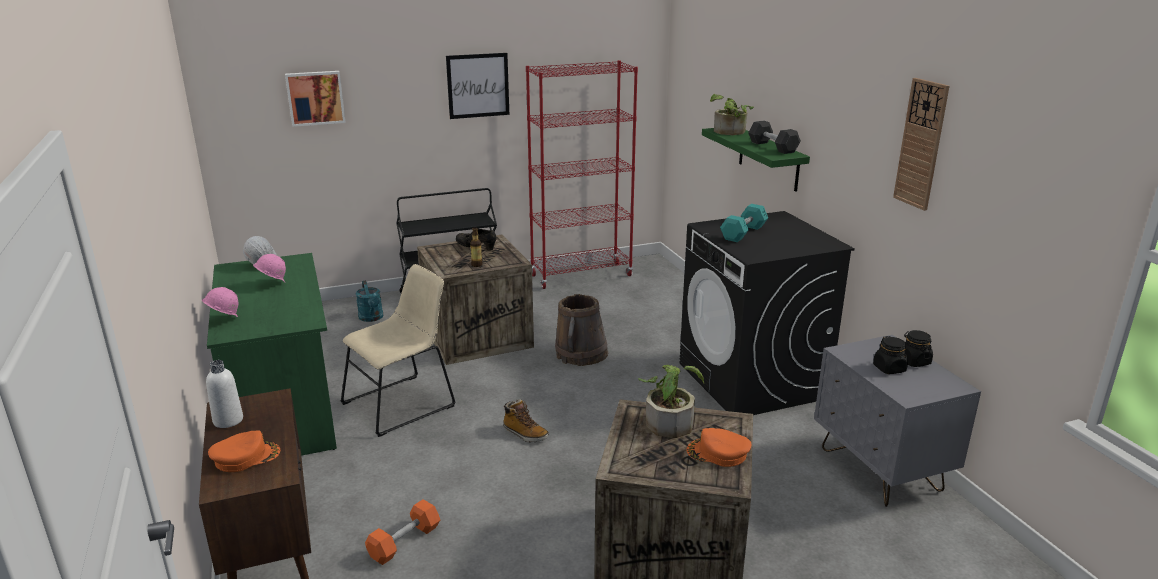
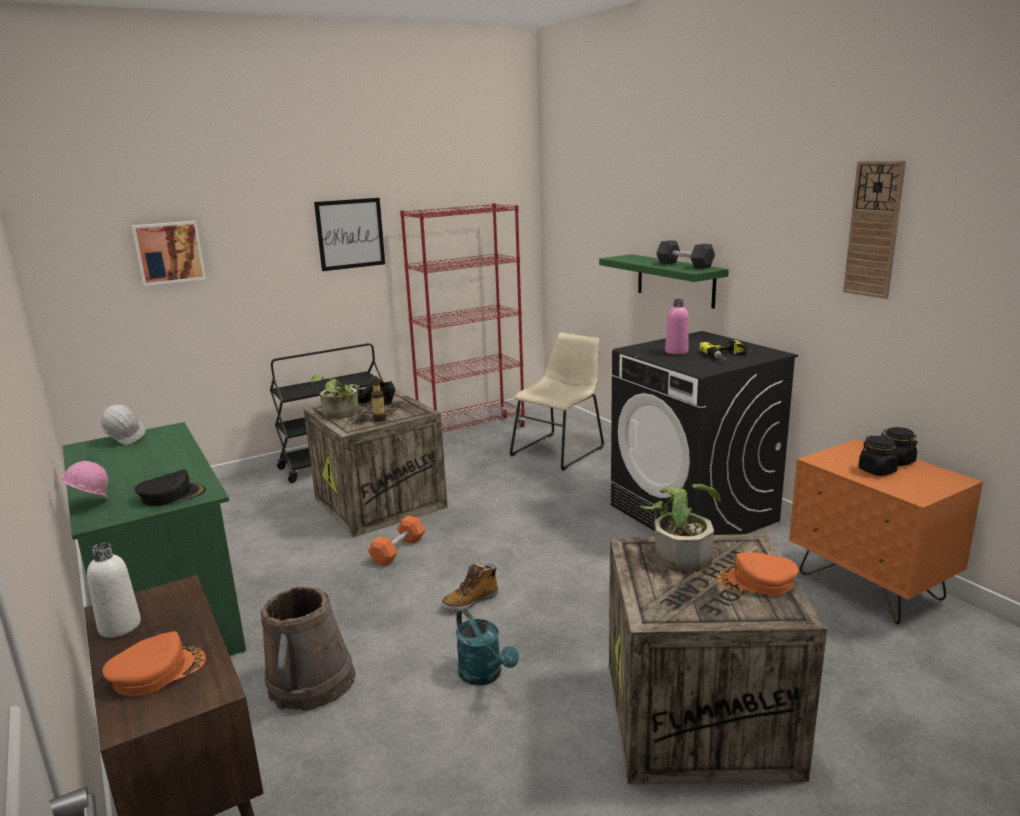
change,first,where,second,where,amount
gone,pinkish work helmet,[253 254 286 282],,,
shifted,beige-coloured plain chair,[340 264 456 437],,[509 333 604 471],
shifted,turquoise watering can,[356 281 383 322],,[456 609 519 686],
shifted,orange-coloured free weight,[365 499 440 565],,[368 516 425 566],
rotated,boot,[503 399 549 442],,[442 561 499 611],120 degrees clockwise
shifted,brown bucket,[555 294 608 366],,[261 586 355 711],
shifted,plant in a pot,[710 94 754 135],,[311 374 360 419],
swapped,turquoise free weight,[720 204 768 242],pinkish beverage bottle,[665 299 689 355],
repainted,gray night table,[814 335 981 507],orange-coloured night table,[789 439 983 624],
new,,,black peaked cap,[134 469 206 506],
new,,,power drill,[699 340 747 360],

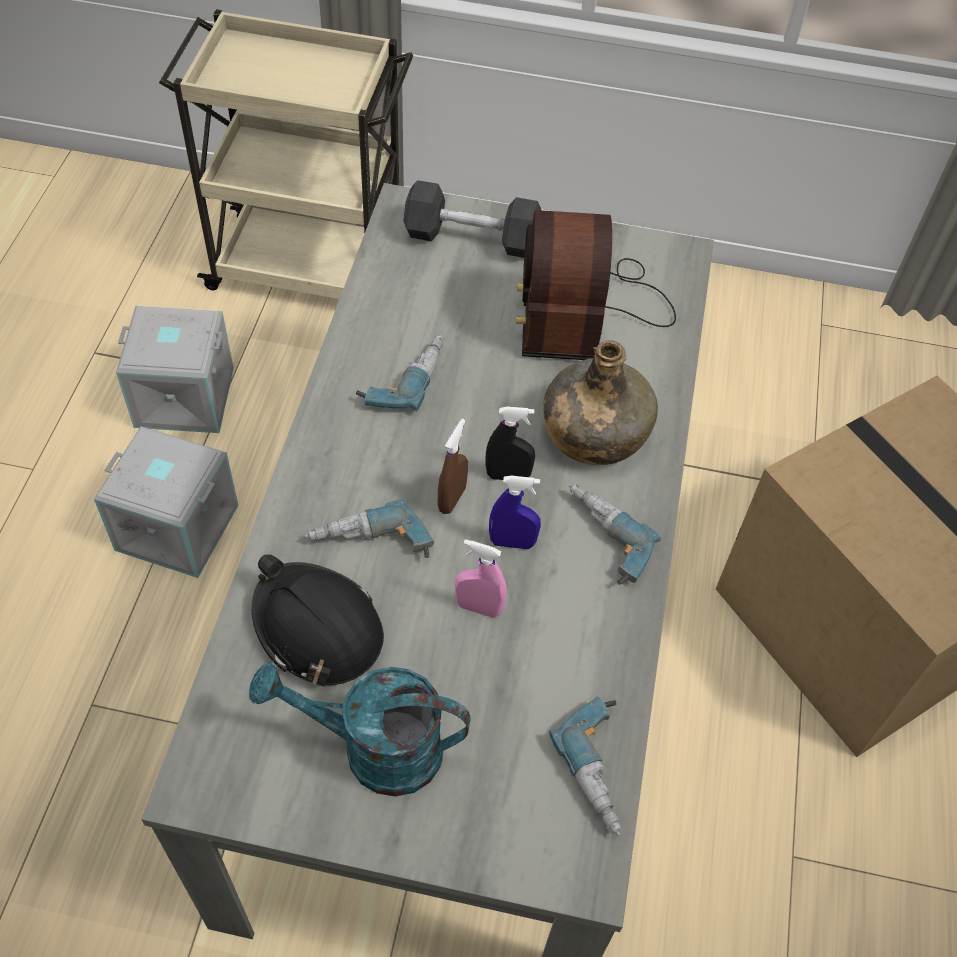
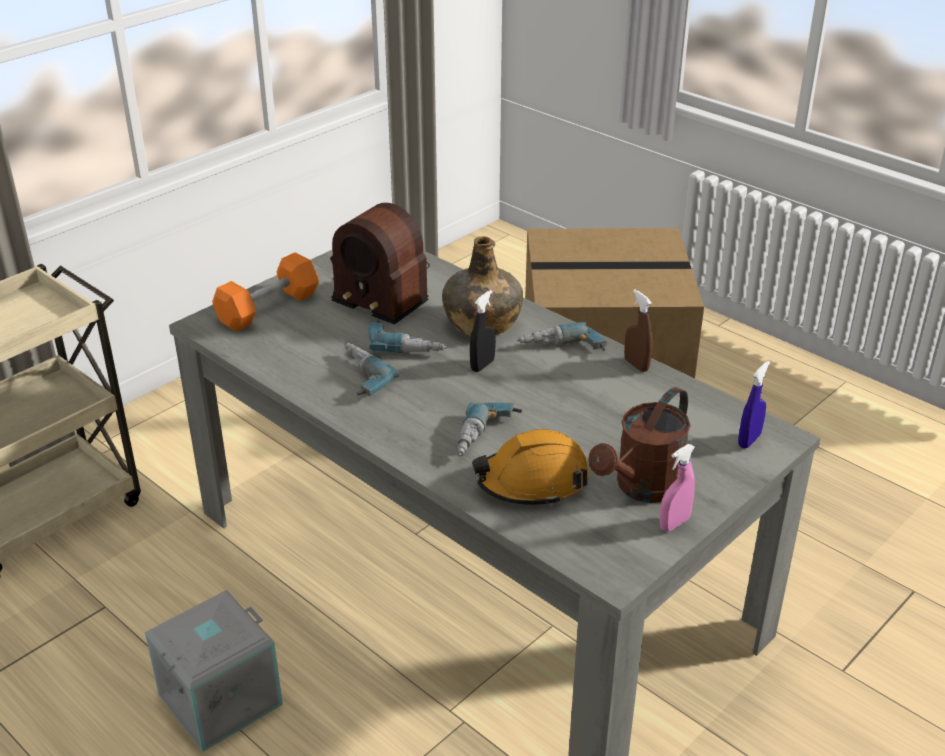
change,first,where,second,where,amount
gone,gray storage container,[116 306 234 433],,,
repainted,turquoise watering can,[249 662 470 797],brown watering can,[588 387 691 503],
repainted,black work helmet,[252 554 384 687],orange-coloured work helmet,[472 429 589 506],
repainted,gray free weight,[403 180 541 258],orange-coloured free weight,[212 252 319 332],
shifted,brown spray bottle,[438 419 468 514],,[624 289 653 372],
shifted,pinkish spray bottle,[455 539 507 618],,[659 444 695 531],
shifted,bluish spray bottle,[489 476 541 549],,[738 361 770 448],
shifted,power drill,[549 697 621 836],,[369 320 447 353],

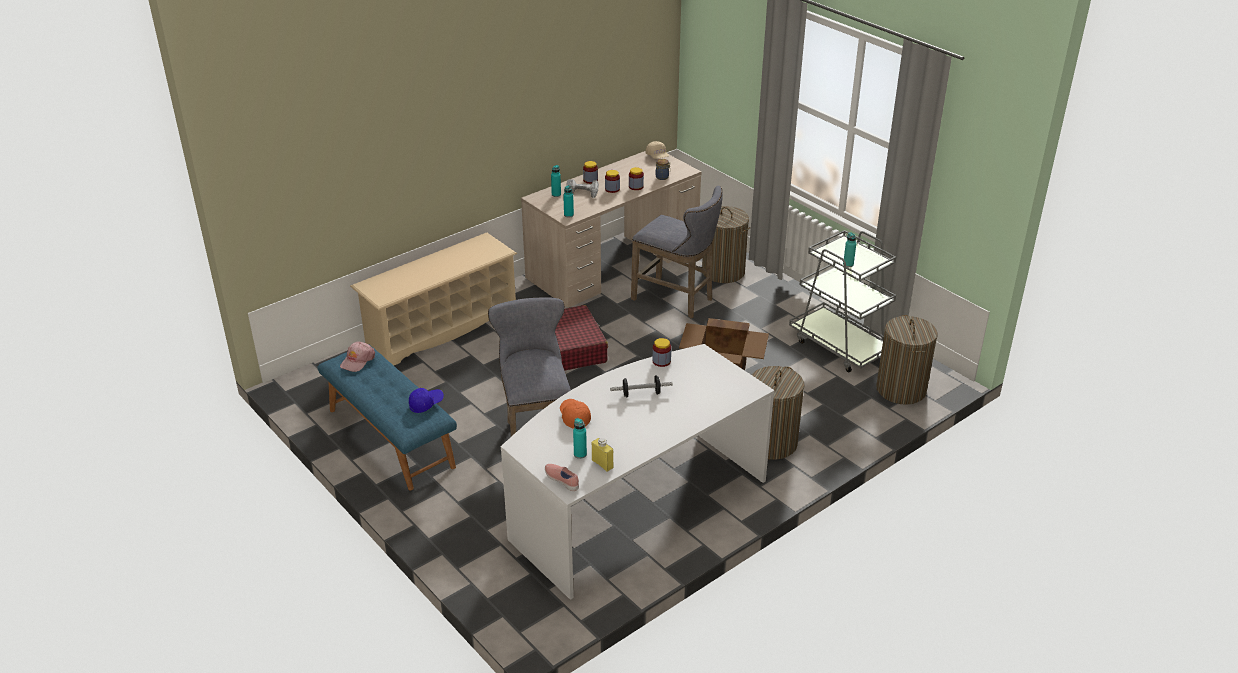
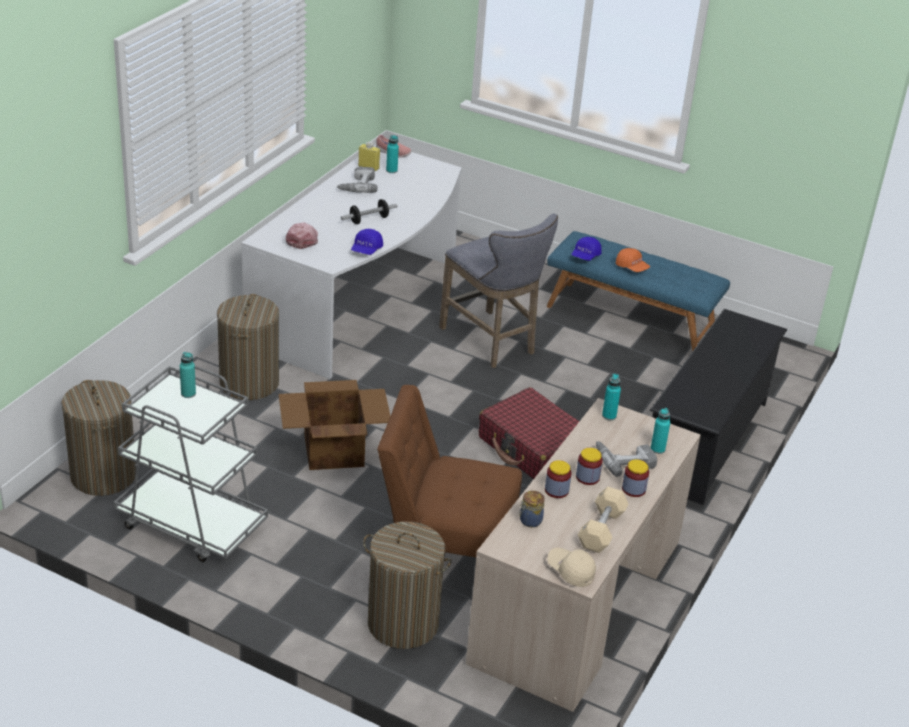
change,first,where,second,where,amount
shifted,pinkish peaked cap,[340 342 375 372],,[286 222 318 249],
repainted,beige-coloured shoe rack,[350 233 517 365],black shoe rack,[650 309 787 505],
shifted,orange-coloured peaked cap,[560 399 591 429],,[616 248 650 272],
swapped,gray sitting stool,[631 186 723 319],brown plain chair,[377 385 522 557],
swapped,preserve jar,[653 338 671 367],bluish peaked cap,[351 229 383 255],
new,,,power drill,[336 167 378 193],
new,,,beige-coloured free weight,[578 486 628 553],

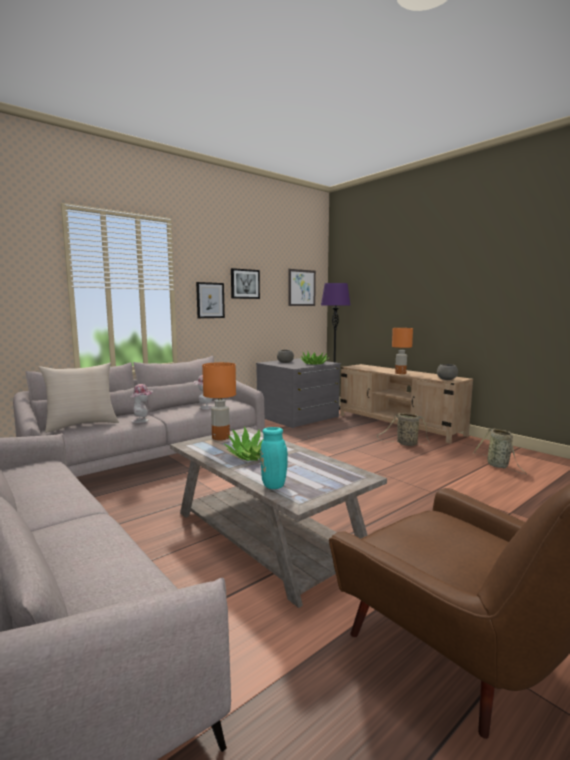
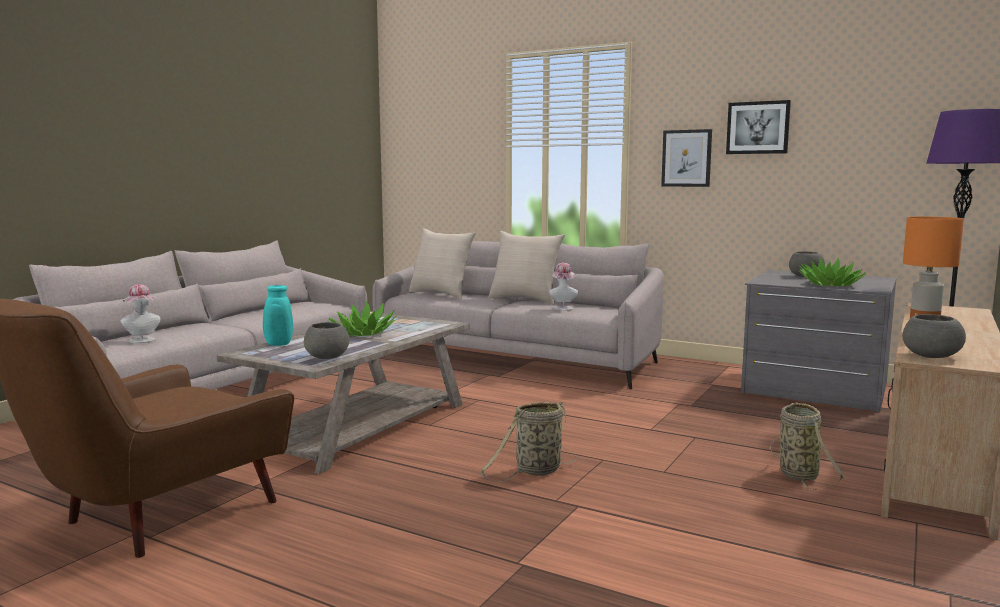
change,first,where,second,where,amount
shifted,wearable hat,[131 384 153 423],,[120 284 161 343],
gone,orange-coloured tabletop lamp,[202 362 236 440],,,
gone,wall picture,[289 269 316 306],,,
shifted,basket,[473 428 527 474],,[480 402 577 482],
new,,,gray serving bowl,[304 322 350 359],
new,,,beige-coloured cushion,[488 231 565 304],

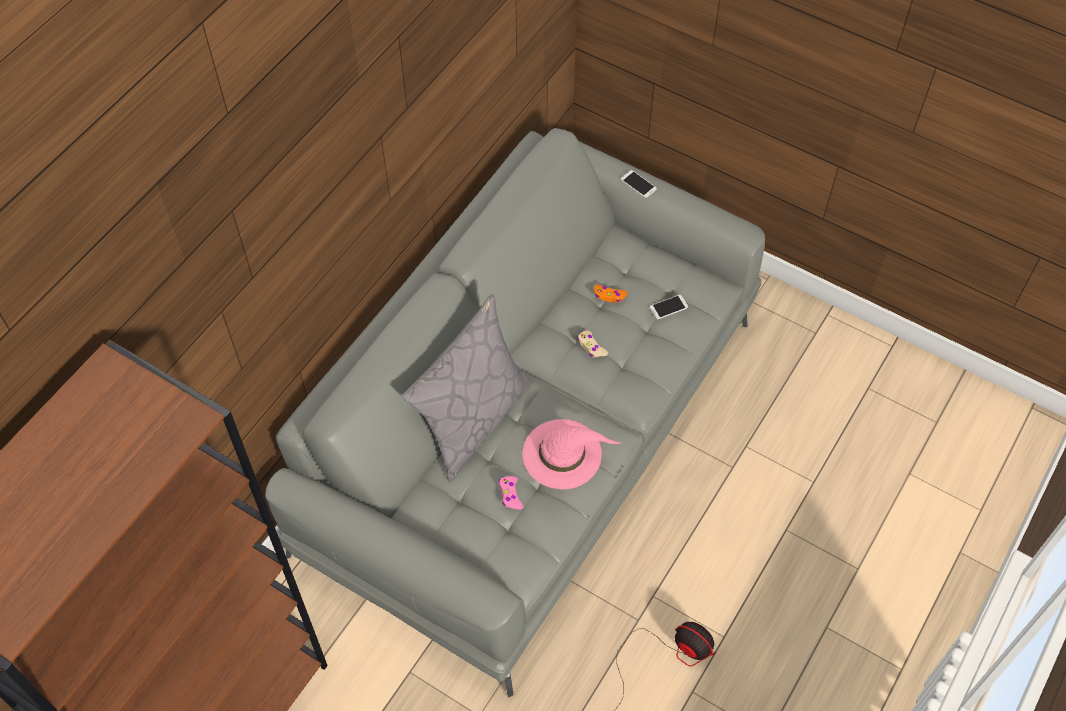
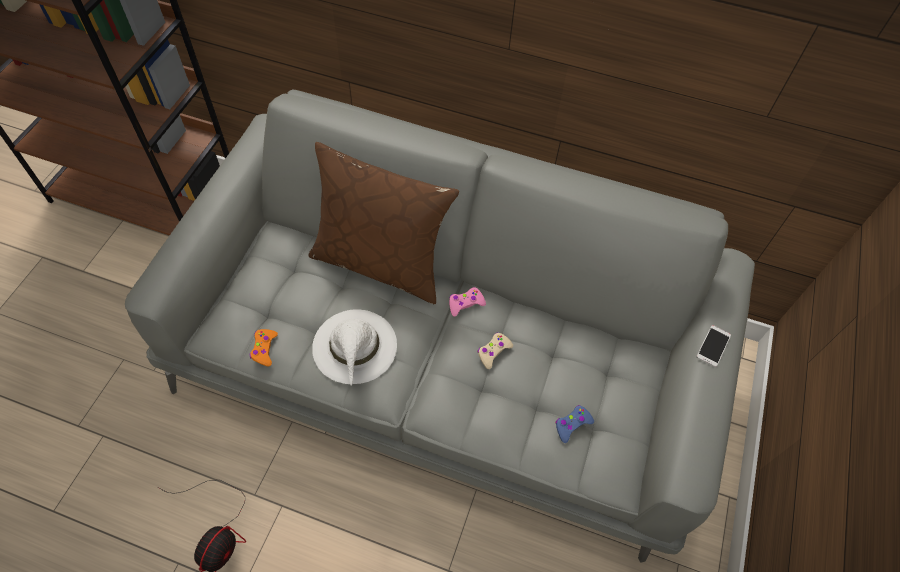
change,first,where,second,where,amount
repainted,gray cushion,[402 294 532 482],brown cushion,[308 142 459 305],
shifted,pinkish joypad,[499 476 523 510],,[449 287 486 317],
repainted,pinkish wearable hat,[522 419 621 489],whitish wearable hat,[312 309 397 385],
shifted,orange-coloured joypad,[594 285 628 302],,[250 329 278 366],
swapped,handset,[650 295 688 319],bluish joypad,[556 405 594 443],

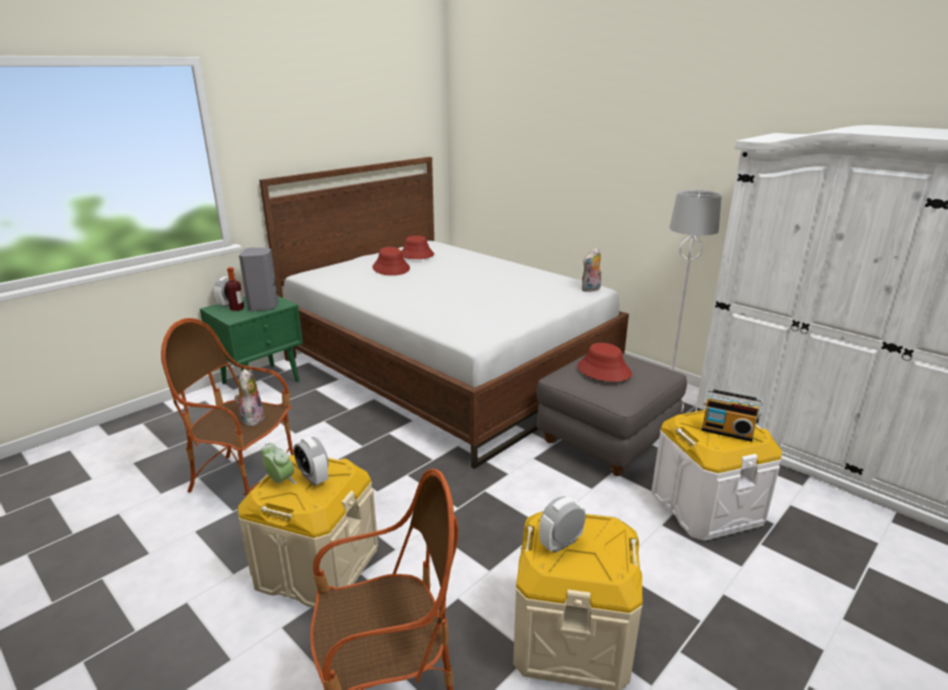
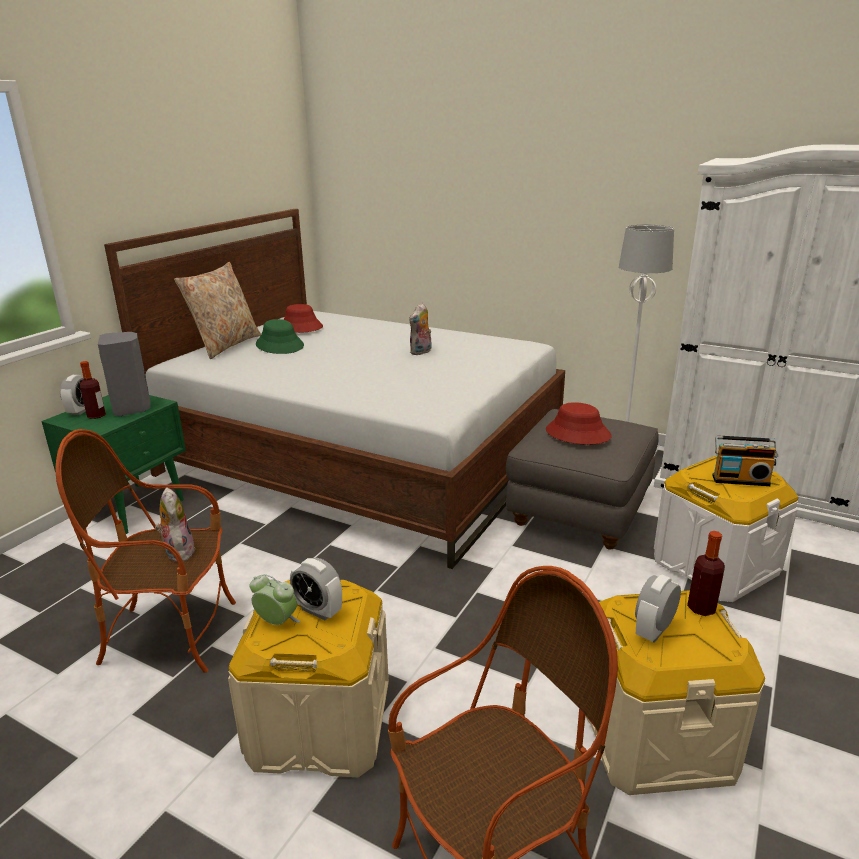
change,first,where,second,where,amount
repainted,red wearable hat,[372 247 410 276],green wearable hat,[256 319 304 354],
shifted,cuddly toy,[582 248 602 292],,[409 303 432 355],
new,,,beige-coloured cushion,[174 262 261 359],
new,,,beverage bottle,[687 531 725 616],

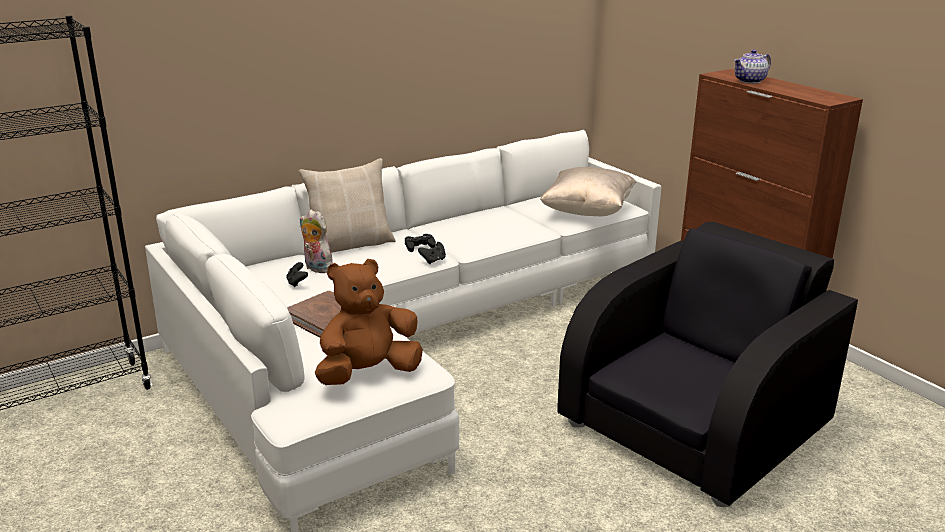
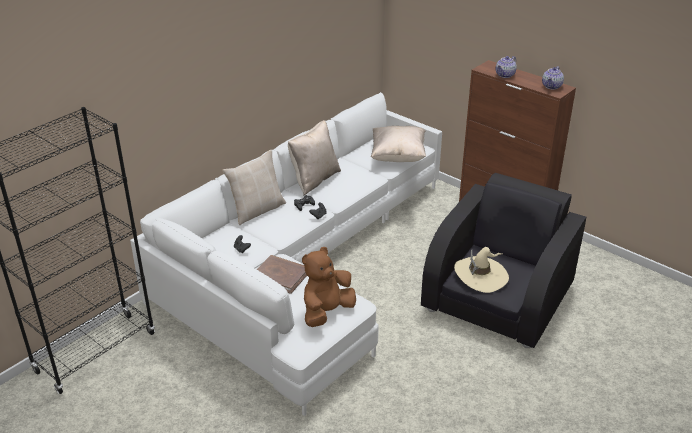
change,first,where,second,where,amount
gone,cuddly toy,[300 210 333 273],,,
new,,,beige-coloured cushion,[288 120 341 196],
new,,,beige-coloured wearable hat,[454 247 509 293],
new,,,pot for tea,[542 66 564 90],

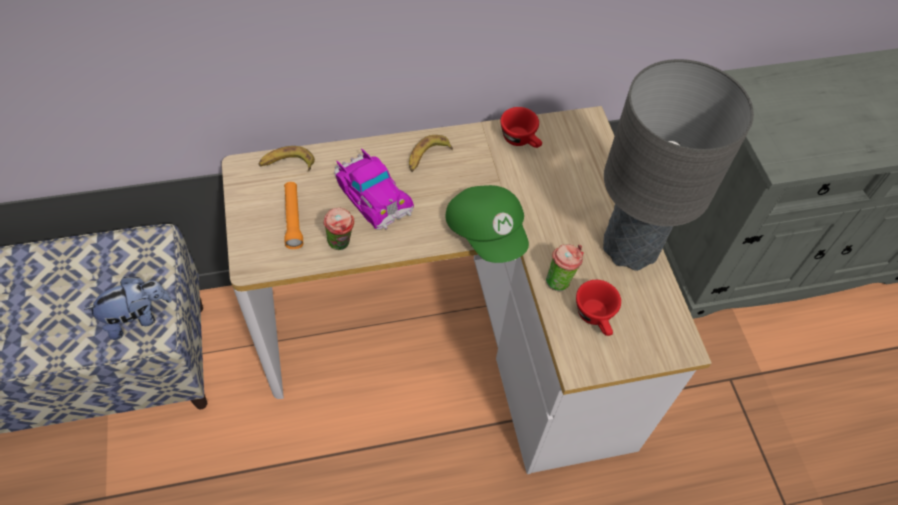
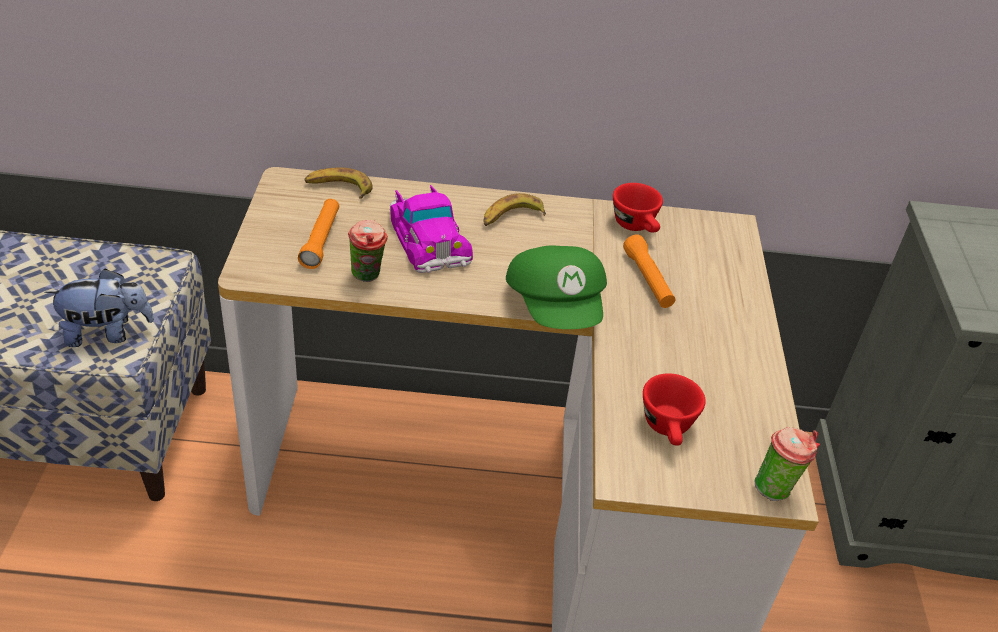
change,first,where,second,where,amount
shifted,drinking cup,[546 245 584 291],,[755 427 820 501],
gone,gray tabletop lamp,[603 59 754 271],,,
new,,,orange-coloured torch,[623 234 675 308],

